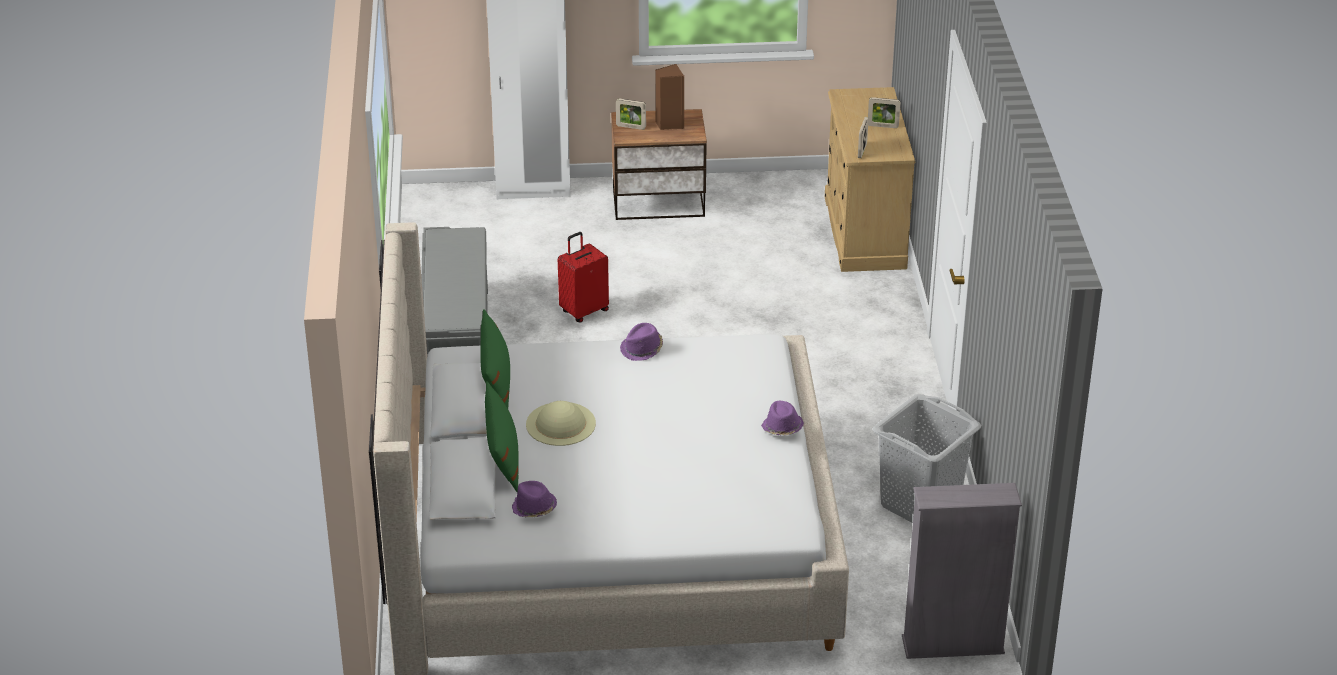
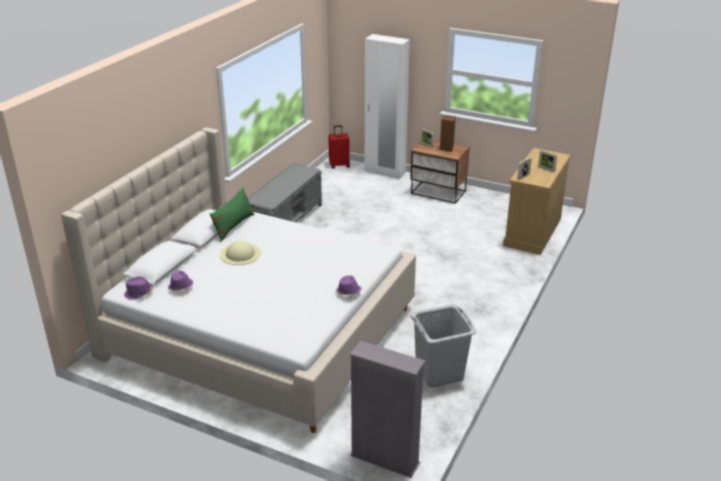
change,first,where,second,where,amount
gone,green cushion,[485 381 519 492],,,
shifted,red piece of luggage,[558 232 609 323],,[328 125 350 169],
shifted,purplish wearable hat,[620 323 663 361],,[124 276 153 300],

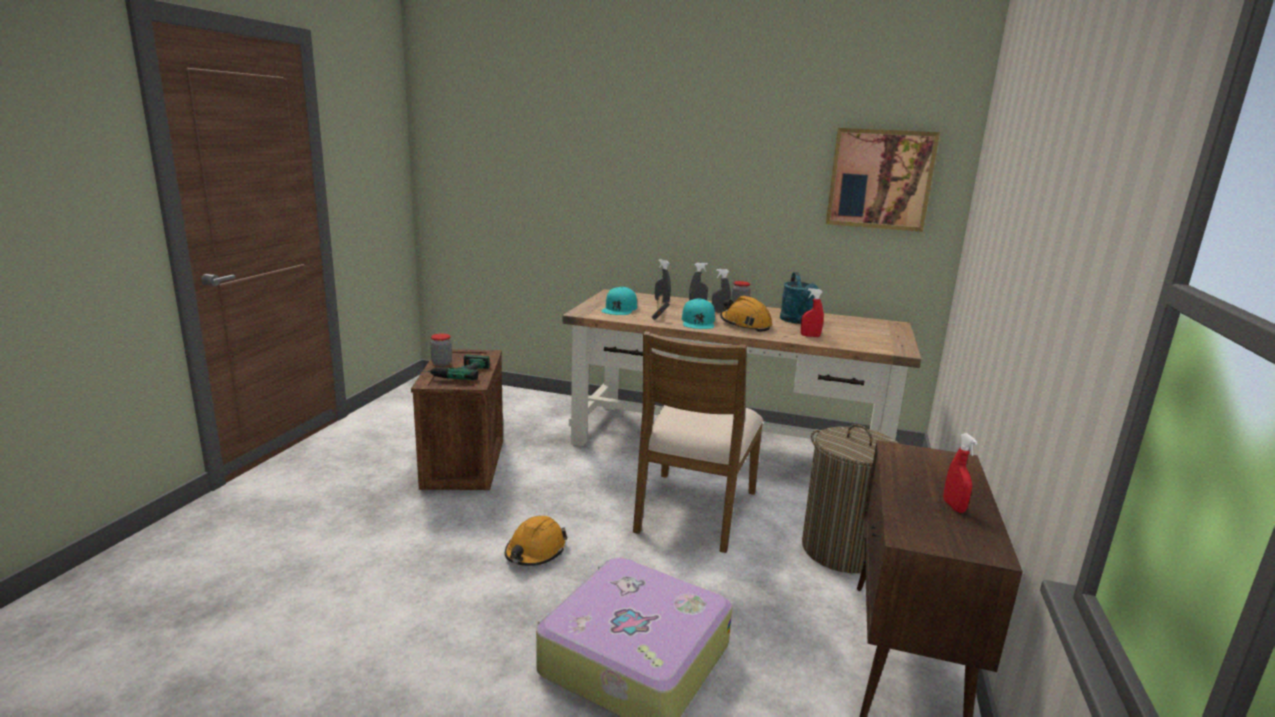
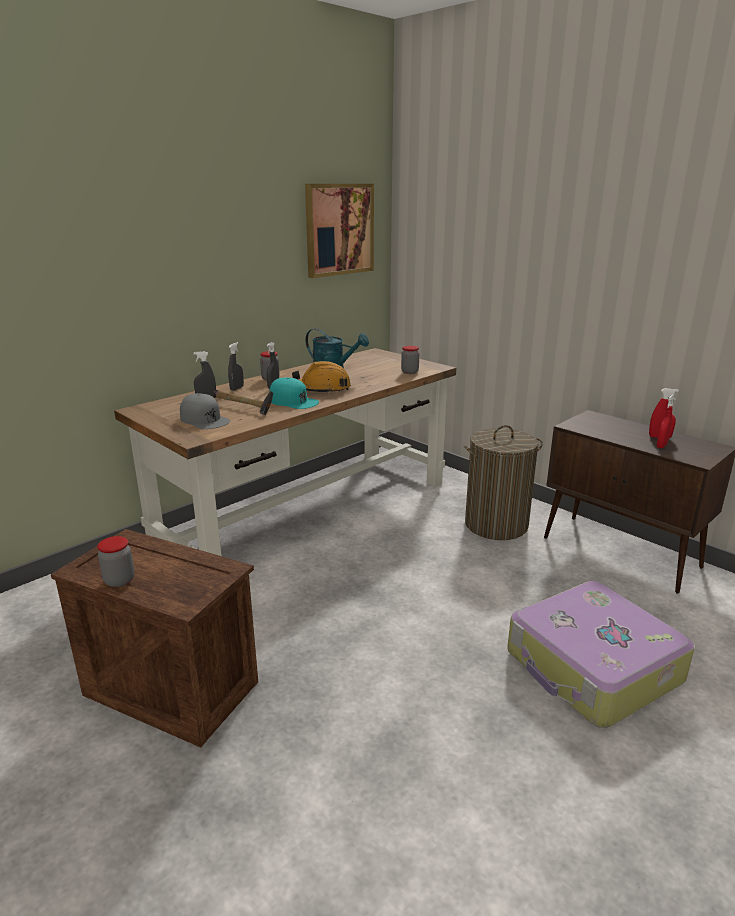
change,first,where,second,where,amount
gone,power drill,[419 355 489 380],,,
gone,orange-coloured work helmet,[505 516 567 566],,,
repainted,turquoise peaked cap,[601 287 637 315],gray peaked cap,[180 393 231 429],
gone,brown plain chair,[633 331 763 553],,,
shifted,red spray bottle,[801 288 824 337],,[657 395 675 448],
new,,,preserve jar,[401 346 419 374],

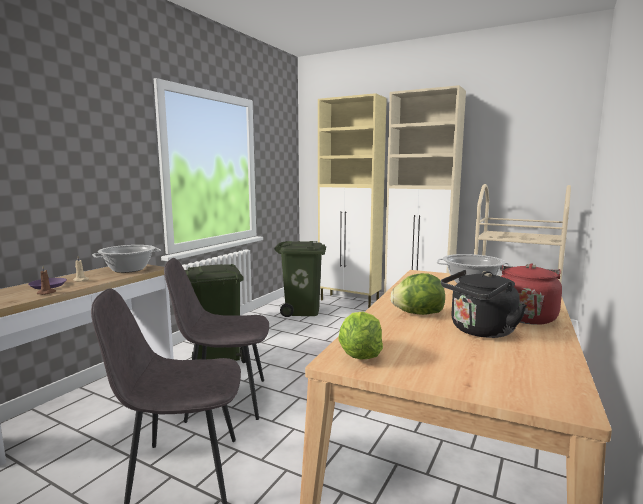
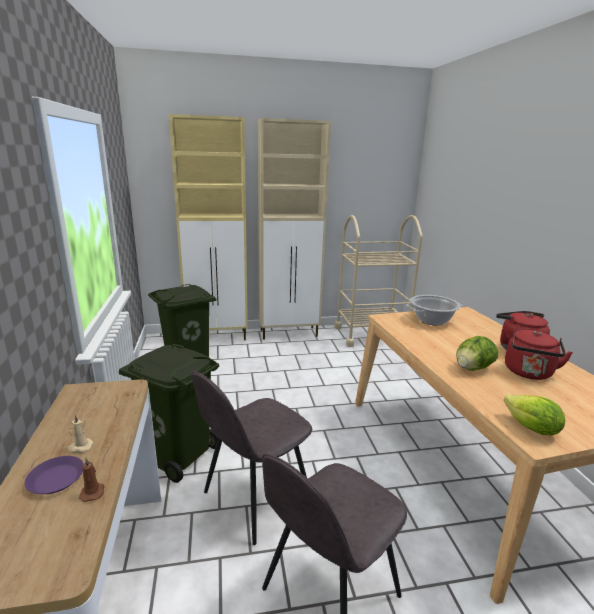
change,first,where,second,where,amount
gone,cooking pot,[92 245 161 273],,,
repainted,black tea kettle,[441 270 527 338],red tea kettle,[505 330 573 380],

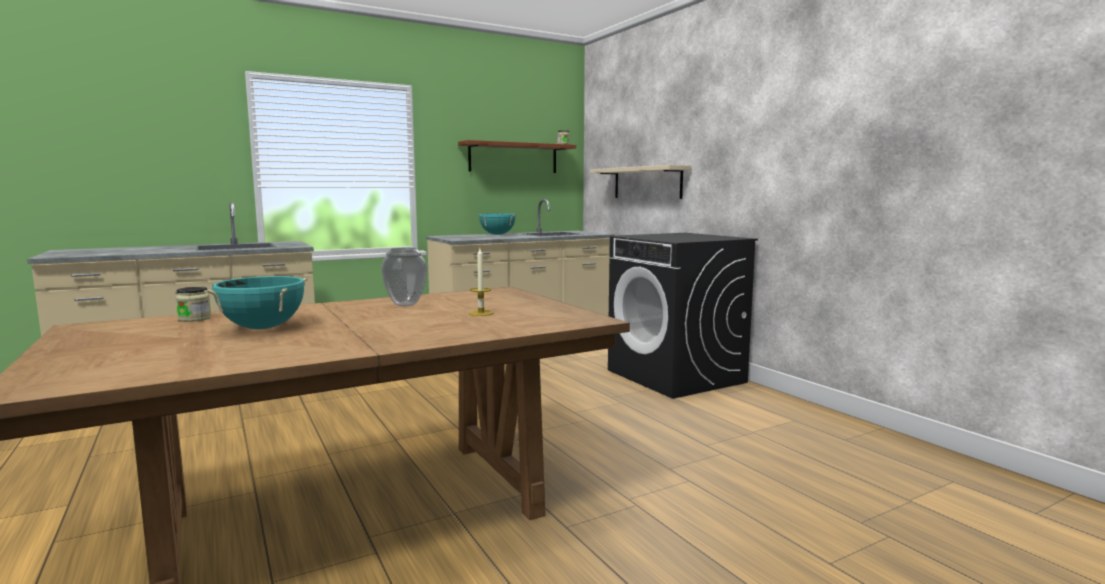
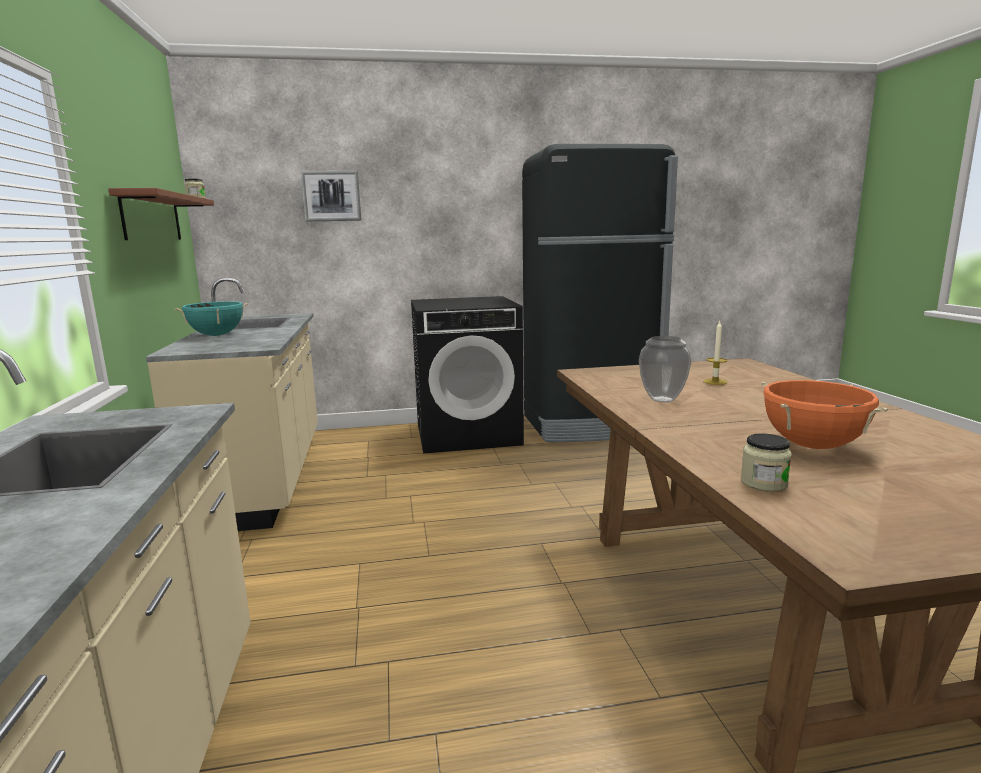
change,first,where,second,where,amount
repainted,turquoise cooking pot,[204 276 308 329],orange-coloured cooking pot,[761 380 888 449],
gone,beige-coloured shelf,[590 165 692 199],,,
new,,,wall picture,[301 171 361 222],
new,,,black kitchen fridge,[522 144 678 442],

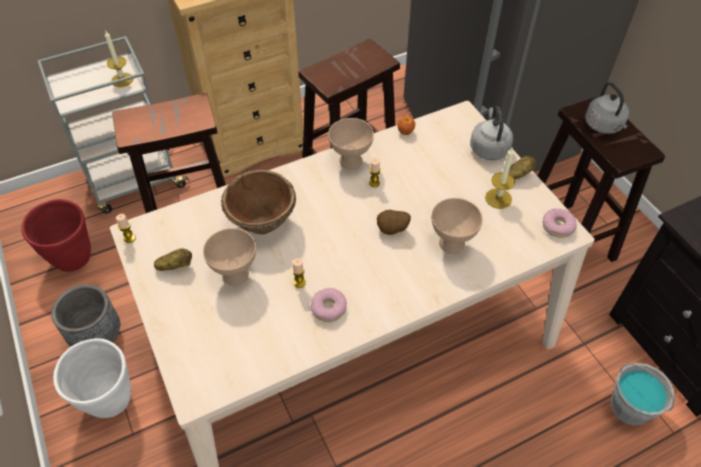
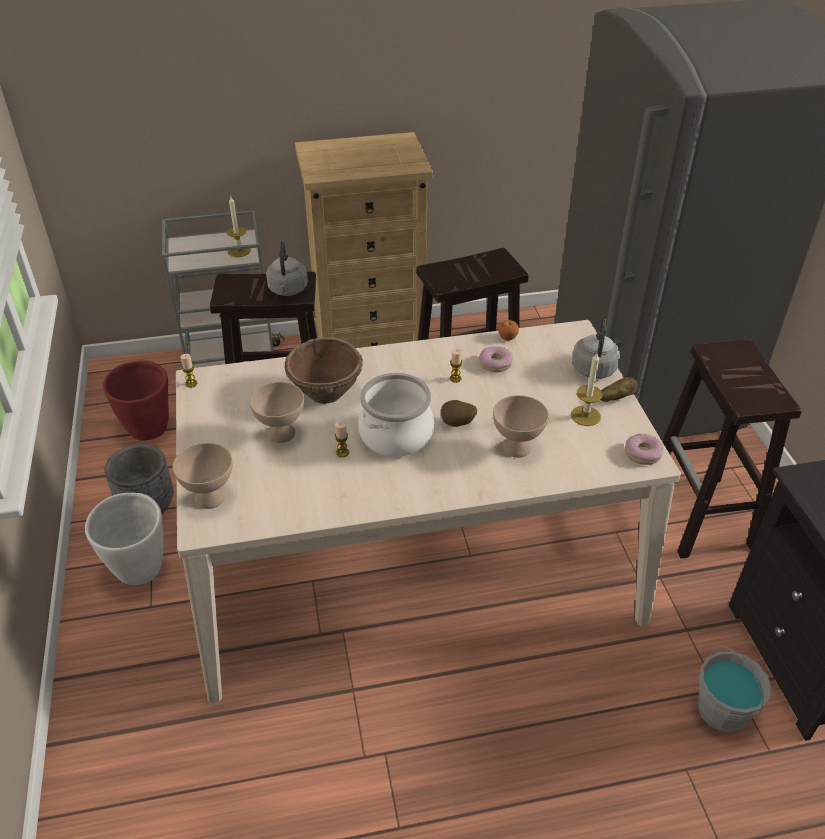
change,first,where,second,where,amount
gone,whole potato,[154 249 192 271],,,
shifted,donut,[311 288 347 322],,[479 347 513 372],
shifted,beige-coloured serving bowl,[328 118 374 170],,[173 443 233 509],
shifted,gray tea kettle,[585 82 629 134],,[266 241 308 296],
new,,,cooking pot,[358 373 434 457],

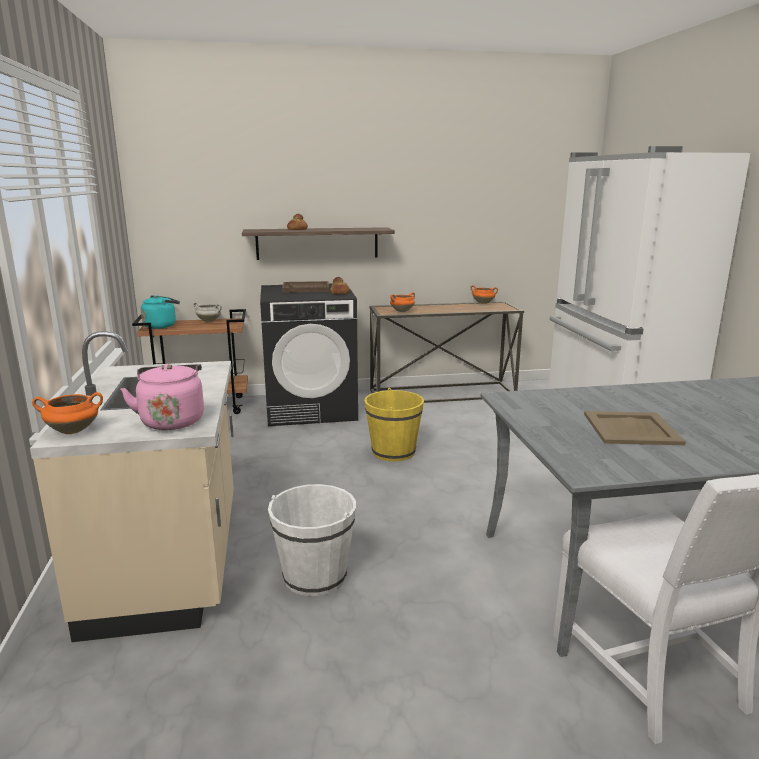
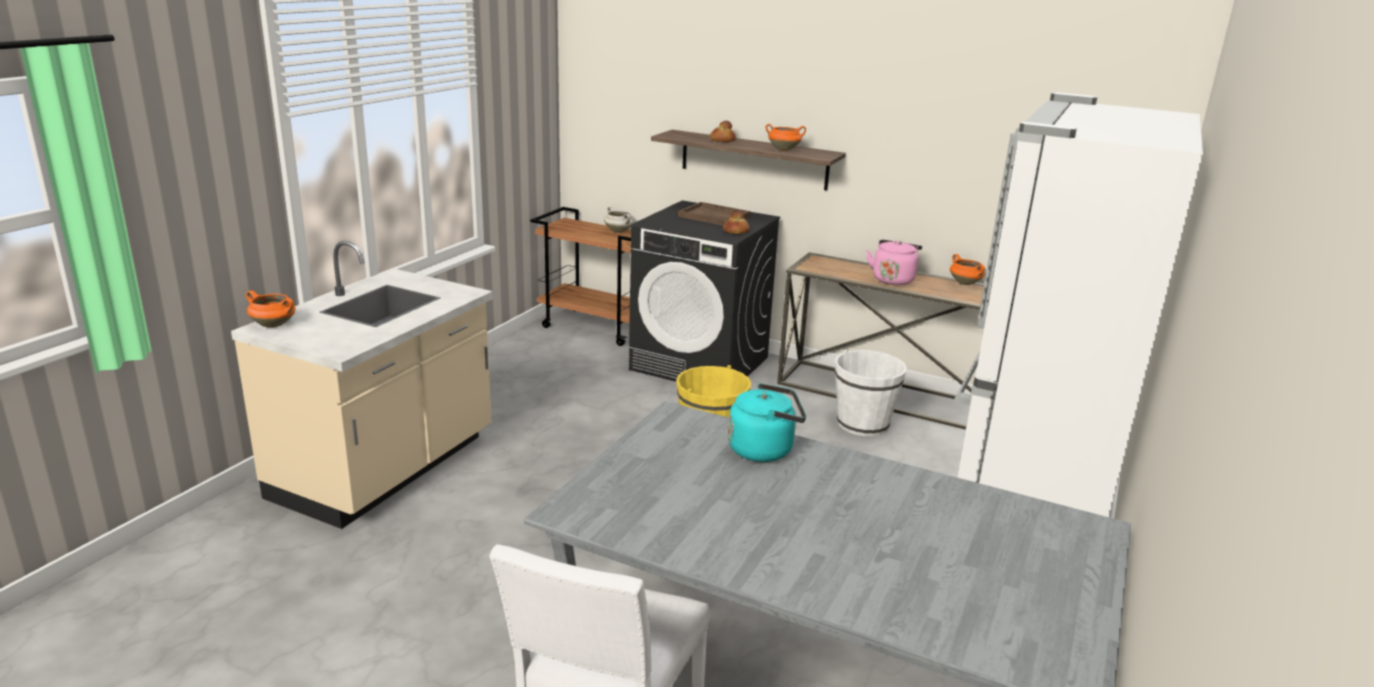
change,first,where,second,where,amount
shifted,pinkish tea kettle,[120 364 204 430],,[866 240 922 285],
shifted,turquoise tea kettle,[141 295 180 329],,[728 383 806 462],
shifted,whitish bucket,[268 484 356 596],,[835 349 907 436],
shifted,orange-coloured cooking pot,[390 292 415 312],,[765 124 806 151],
gone,beige-coloured carrying tray,[584 411 686 445],,,

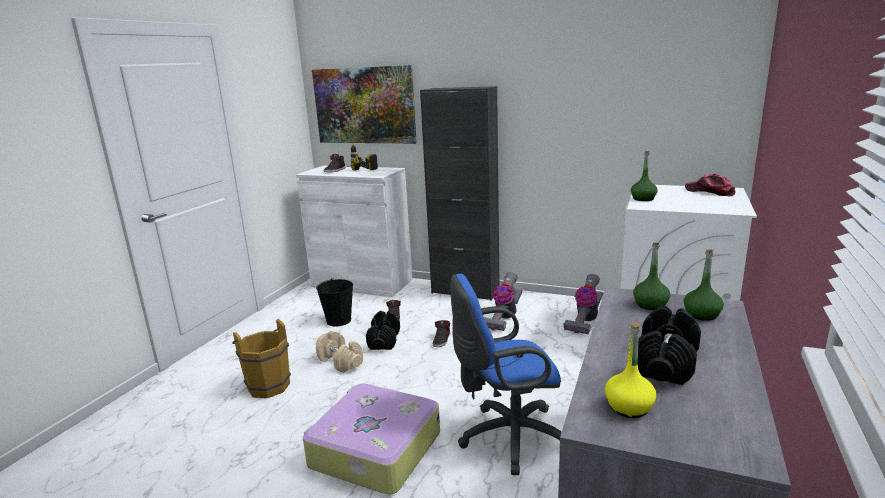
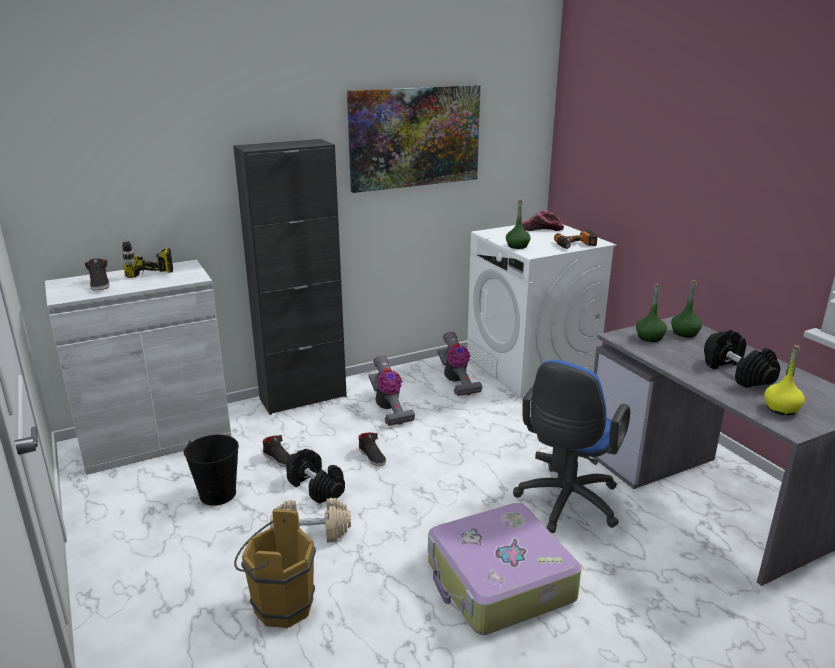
change,first,where,second,where,amount
shifted,wall picture,[312 65 417 144],,[347 85 481 193],
new,,,power drill,[554 230 597 249],

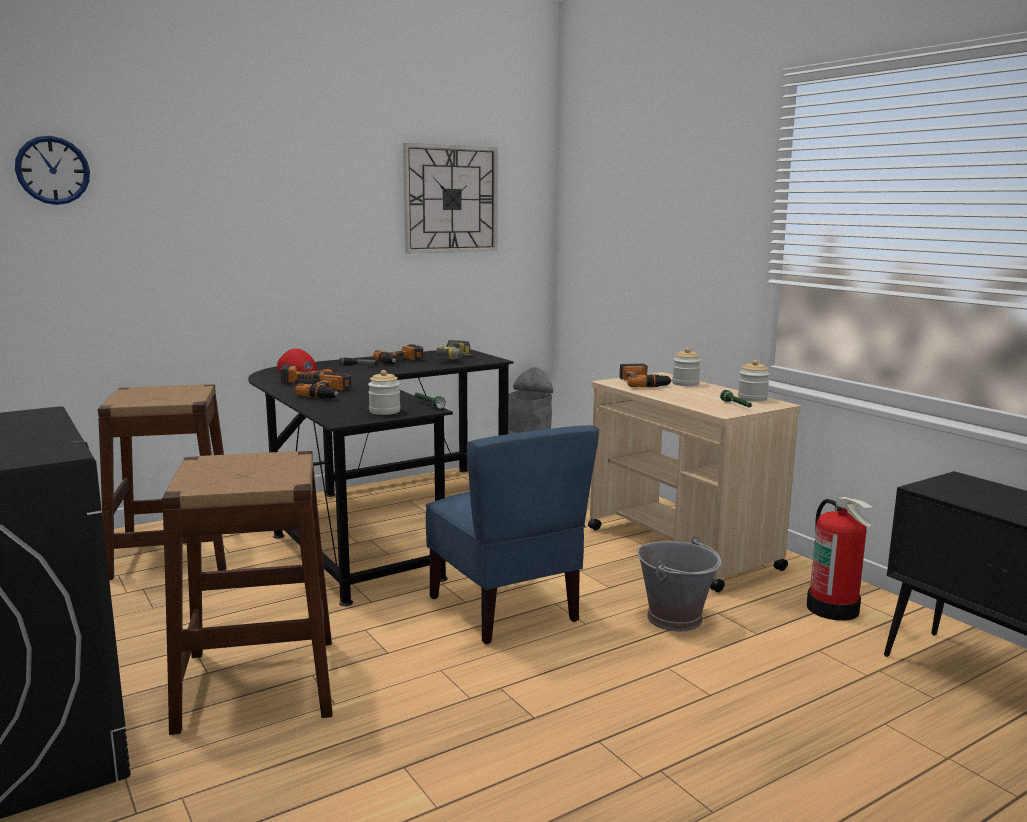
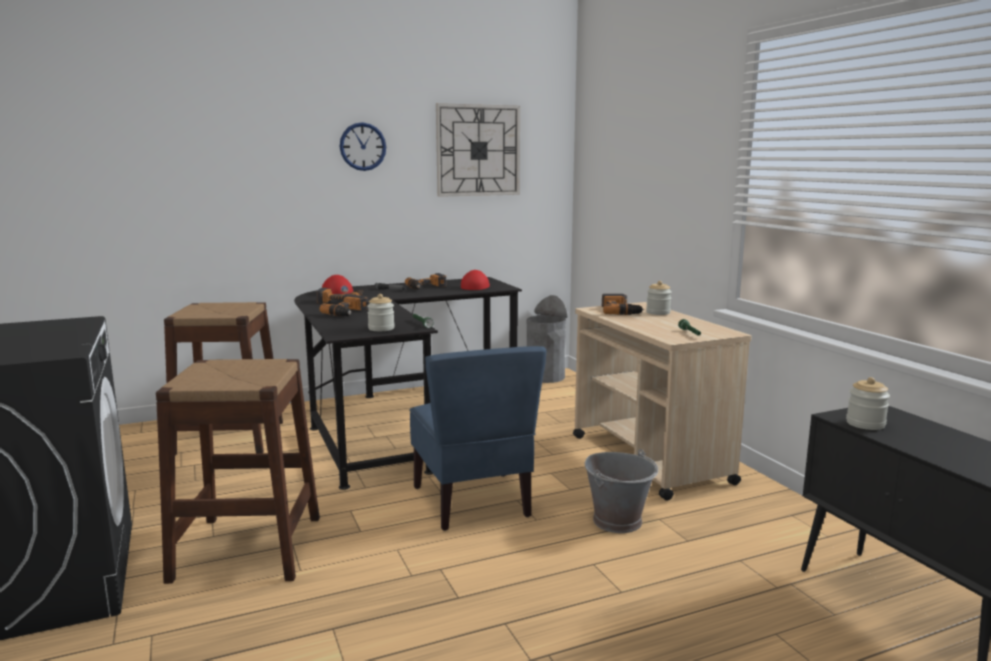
change,first,where,second,where,amount
shifted,hanging clock,[15 136 90 205],,[340 122 386 171],
swapped,power drill,[436 340 473 360],red peaked cap,[461 270 490 290],
shifted,preserve jar,[738 360 770 402],,[846 377 890 430],
gone,fire extinguisher,[807 497 873 621],,,

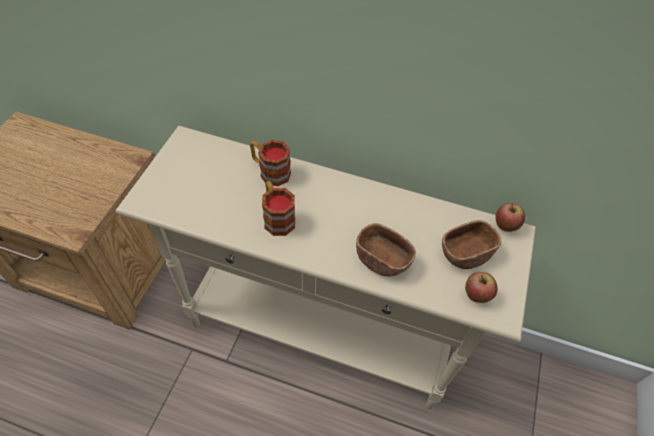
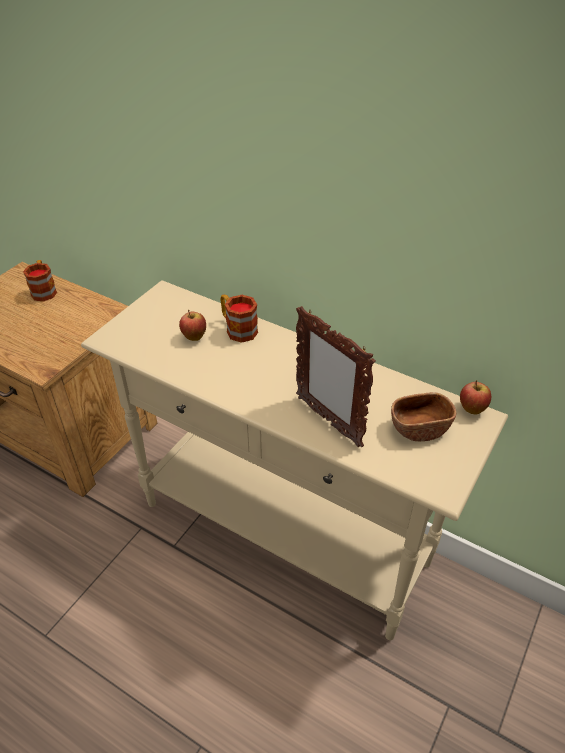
change,first,where,second,where,amount
shifted,coffee mug,[262 181 295 236],,[23 260 57 302],
swapped,brown serving bowl,[356 223 416 276],picture frame,[296 306 376 447],
shifted,apple fruit,[465 272 498 303],,[179 310 206 341],

